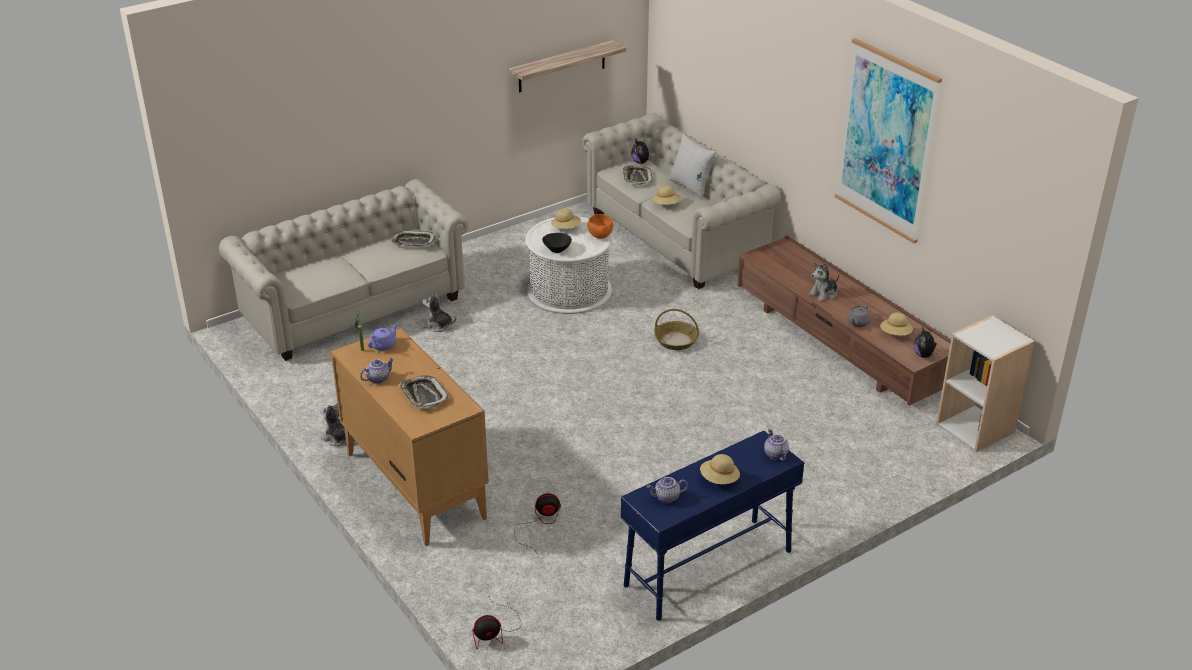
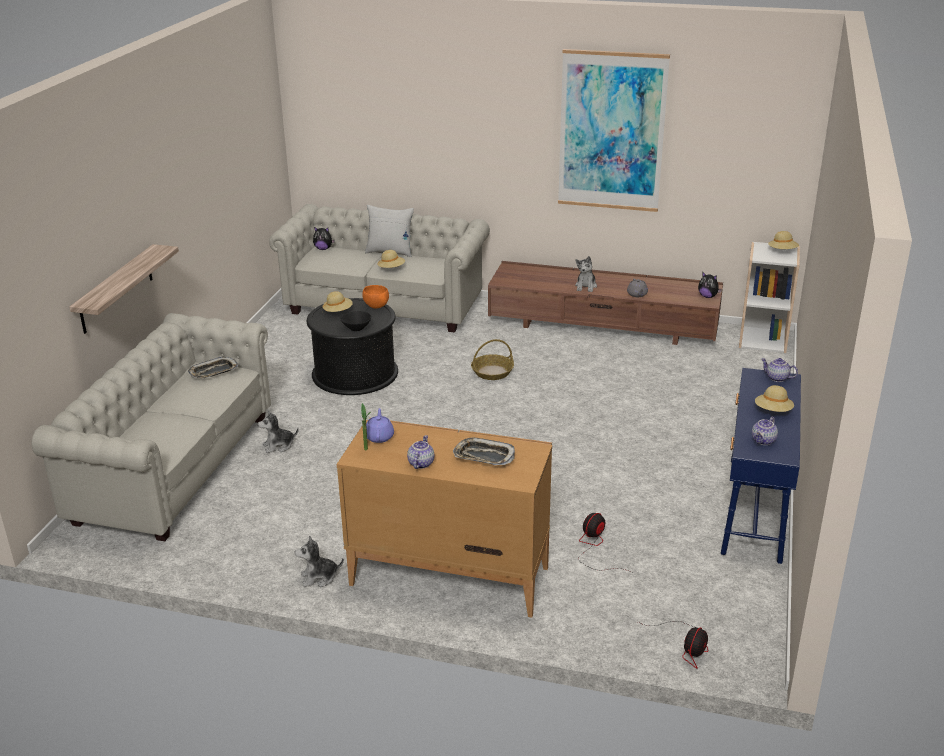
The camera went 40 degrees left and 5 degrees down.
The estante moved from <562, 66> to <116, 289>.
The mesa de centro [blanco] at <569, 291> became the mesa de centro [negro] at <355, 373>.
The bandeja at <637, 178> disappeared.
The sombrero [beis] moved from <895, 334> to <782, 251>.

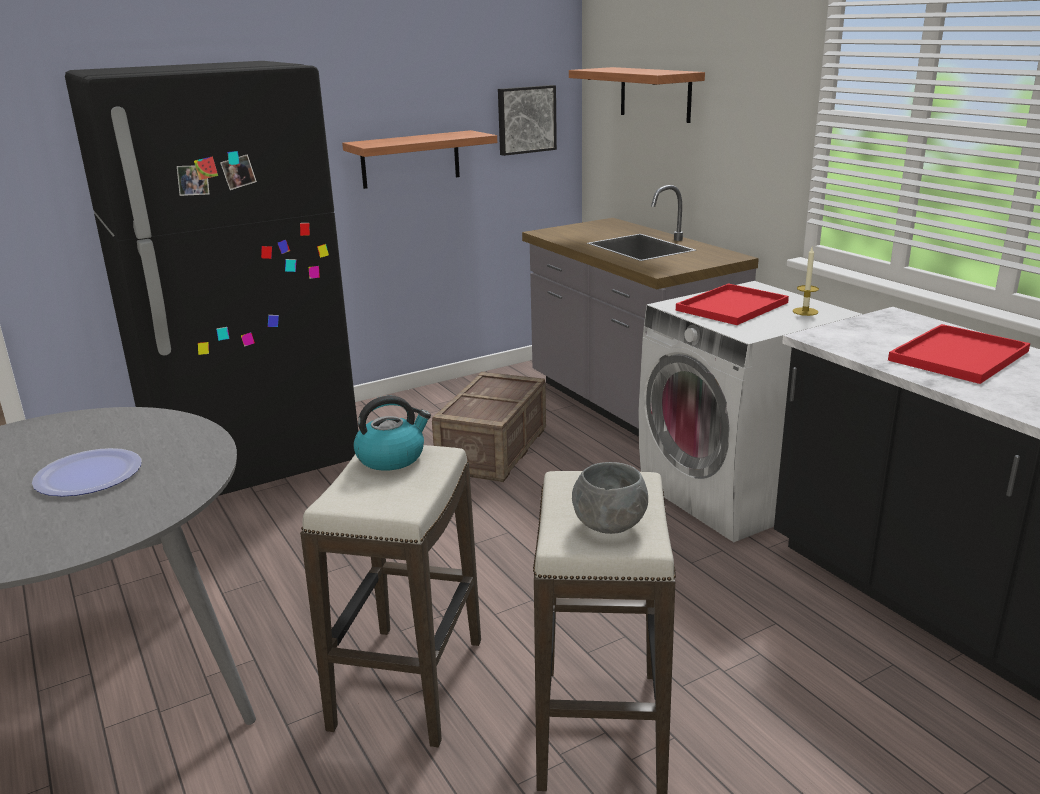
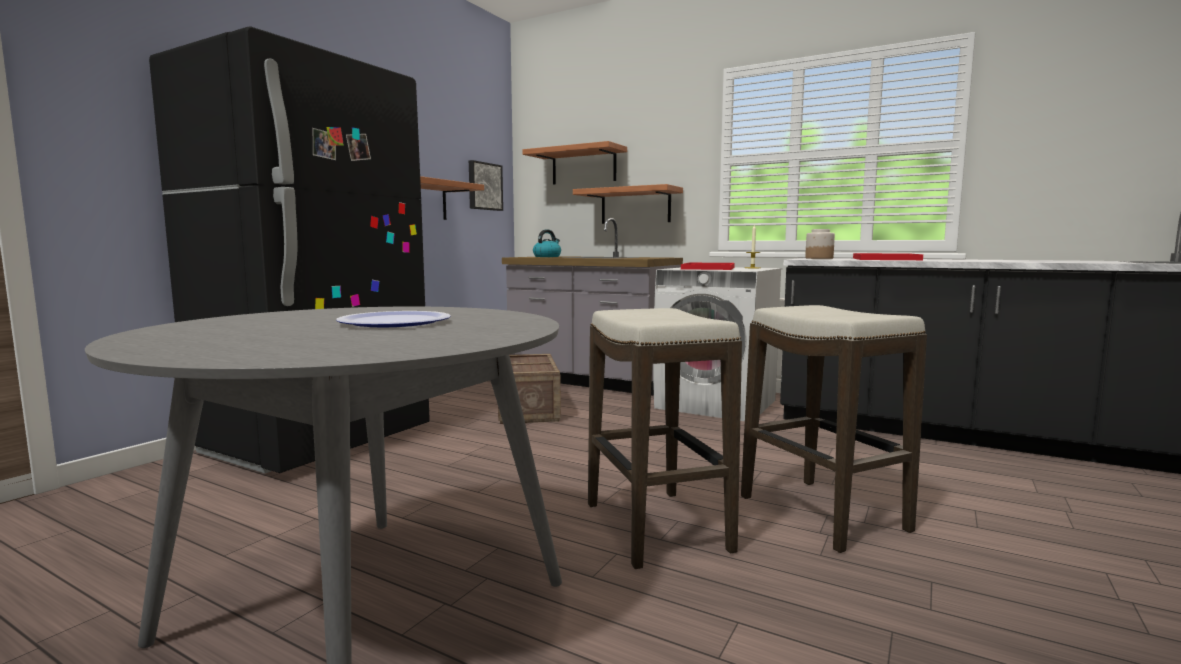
The camera went 30 degrees left and 15 degrees down.
The hervidor moved from <391, 457> to <547, 256>.
The cuenco [gris] at <609, 525> disappeared.
The estante at <635, 206> appeared.
The tarro at <818, 258> appeared.

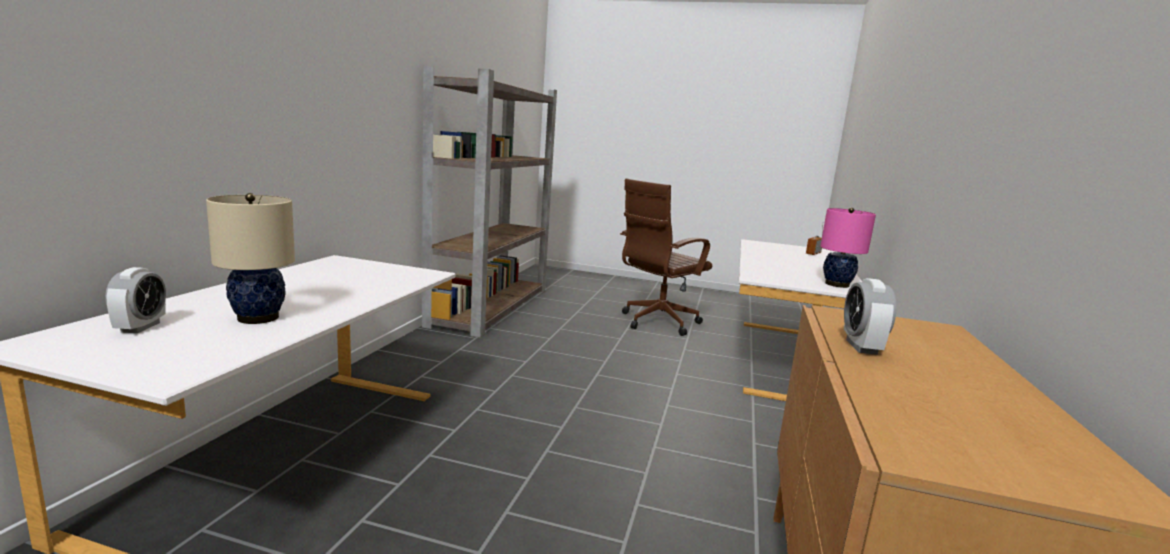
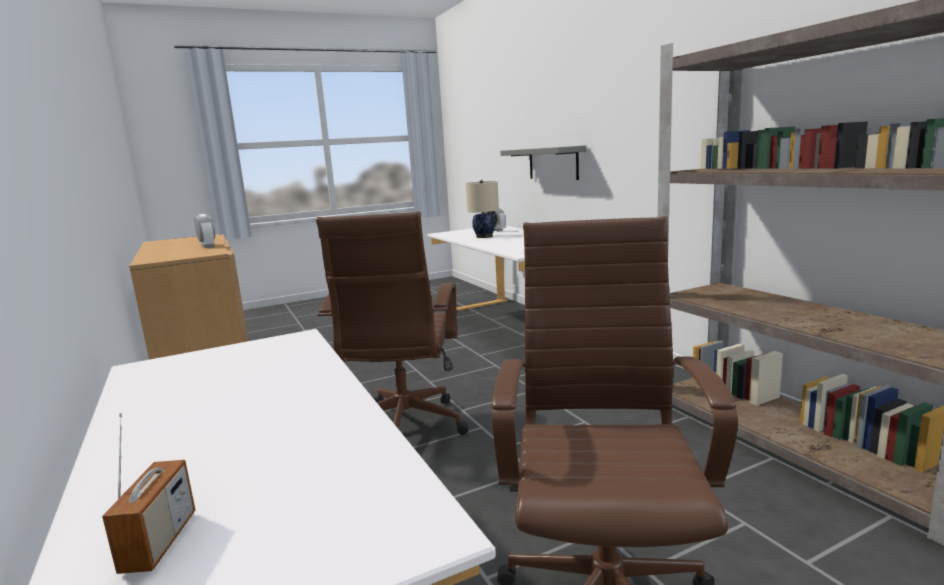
The camera went 140 degrees right and 0 degrees up.
The lámpara de mesa [rosa] at <837, 284> disappeared.
The silla de oficina [marrón] at <404, 430> appeared.
The estante [gris] at <553, 163> appeared.

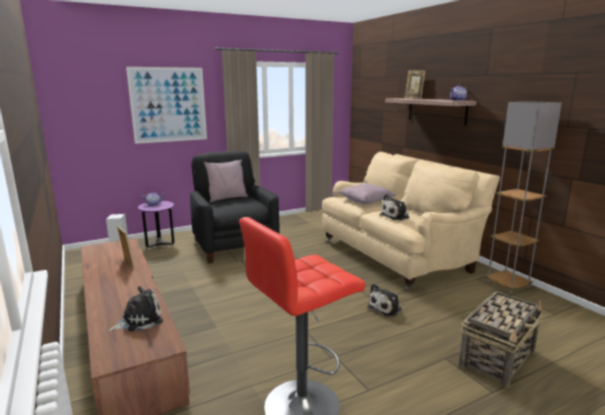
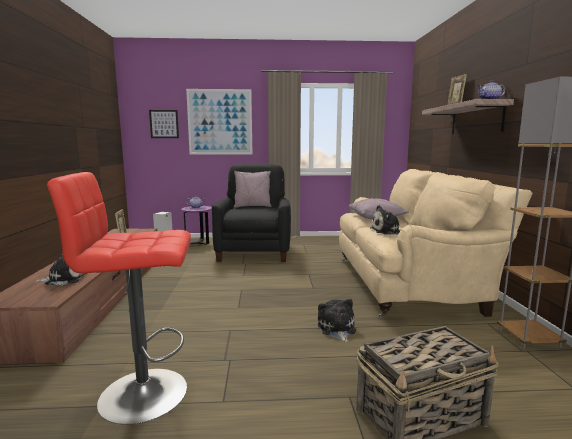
The camera went 25 degrees right and 5 degrees down.
The peluche at <386, 308> turned 105 degrees clockwise.
The cuadro at <164, 124> appeared.

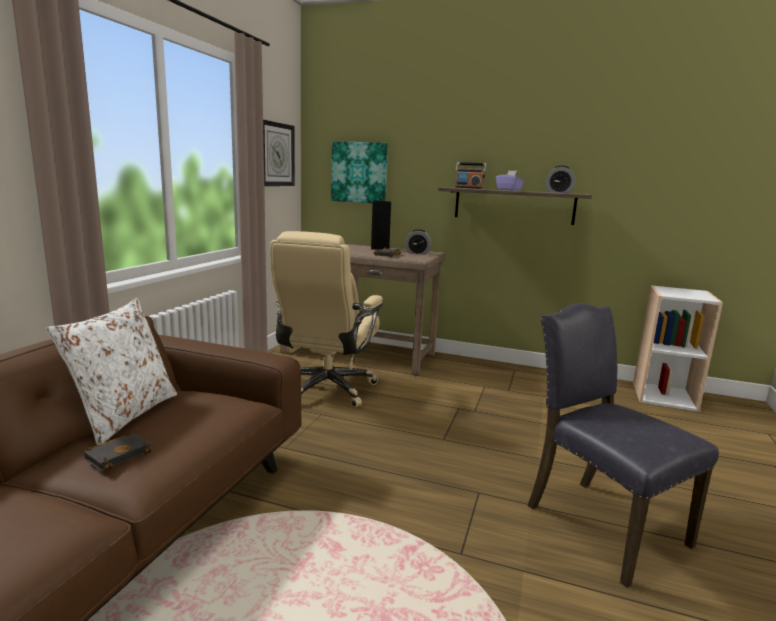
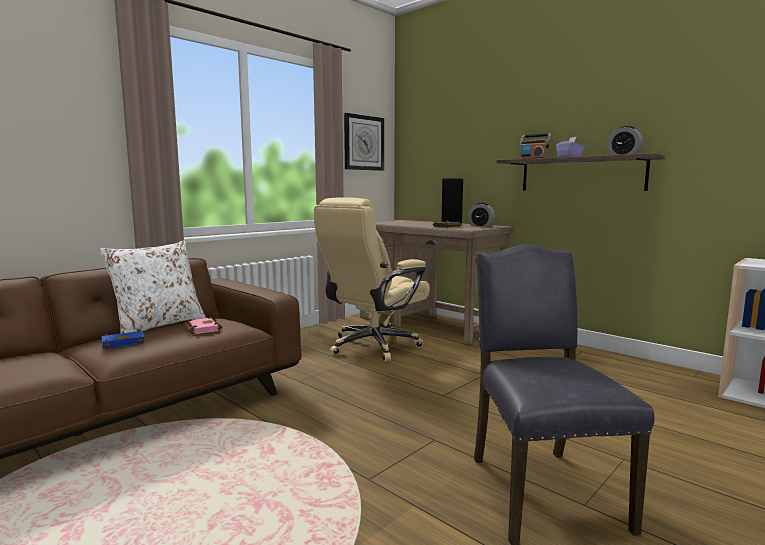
The camera went 25 degrees right and 5 degrees down.
The libro [negro] at <119, 454> became the libro [azul] at <124, 342>.
The cuadro at <359, 172> disappeared.
The libro [rosa] at <201, 329> appeared.

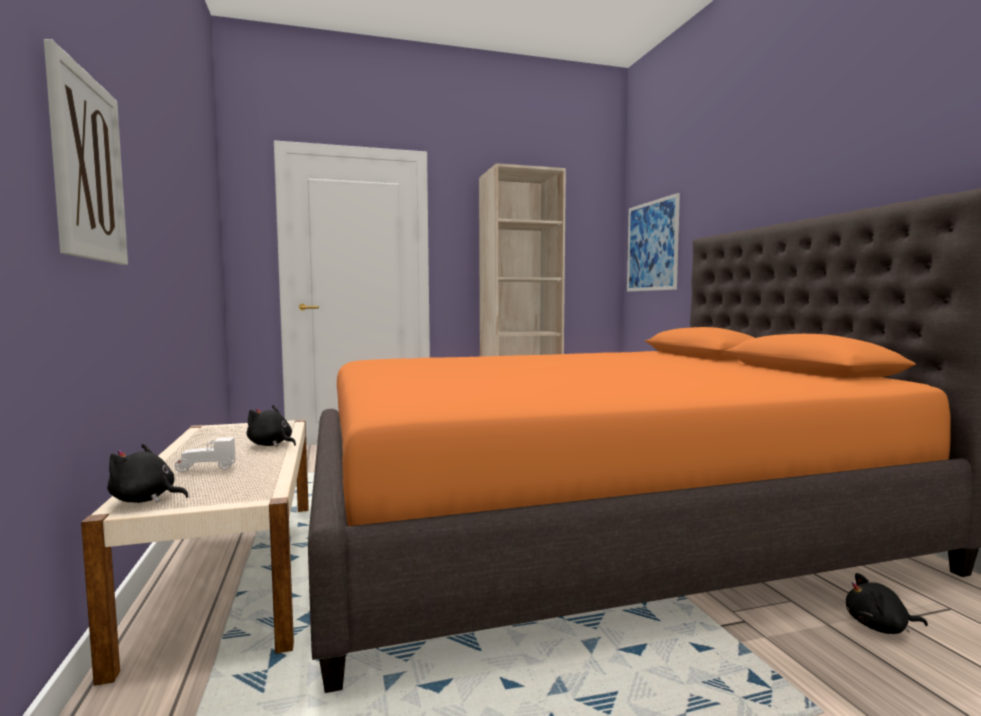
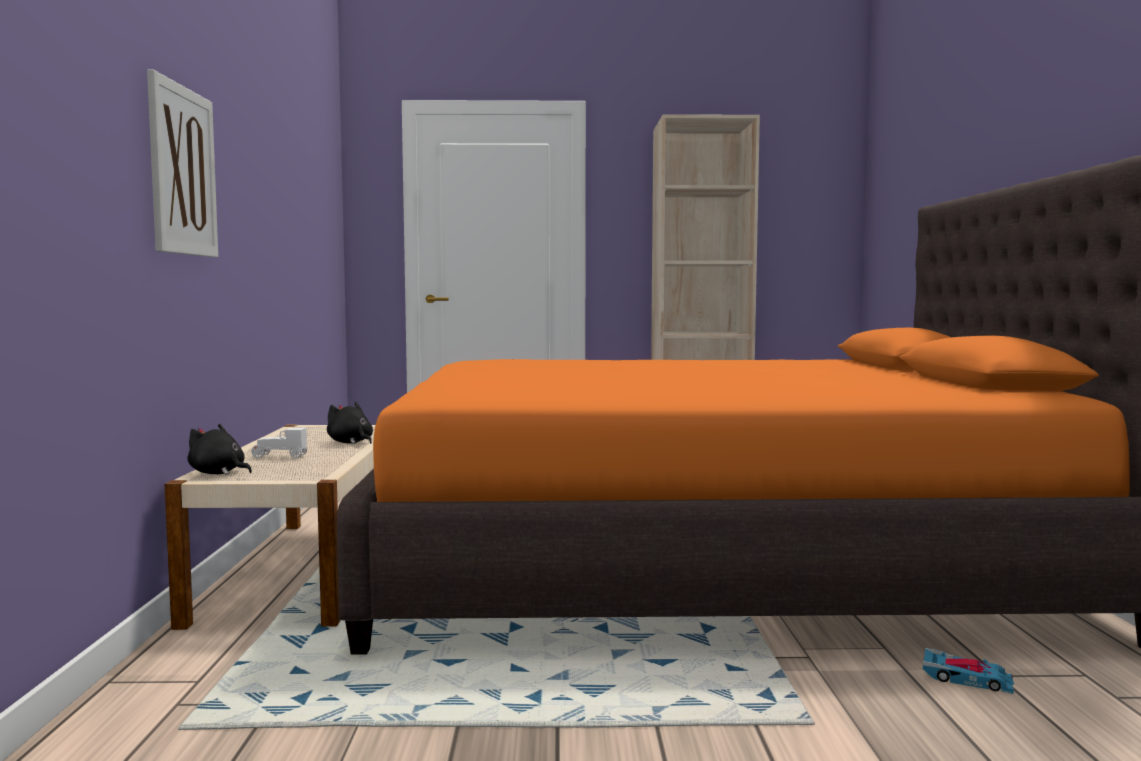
The camera went 15 degrees right and 0 degrees up.
The cuadro at <652, 246> disappeared.
The peluche [negro] at <880, 627> was replaced by the coche de juguete at <967, 678>.

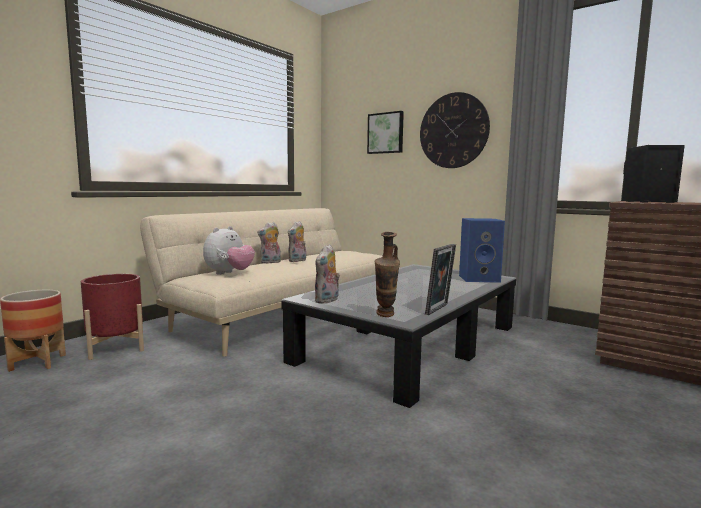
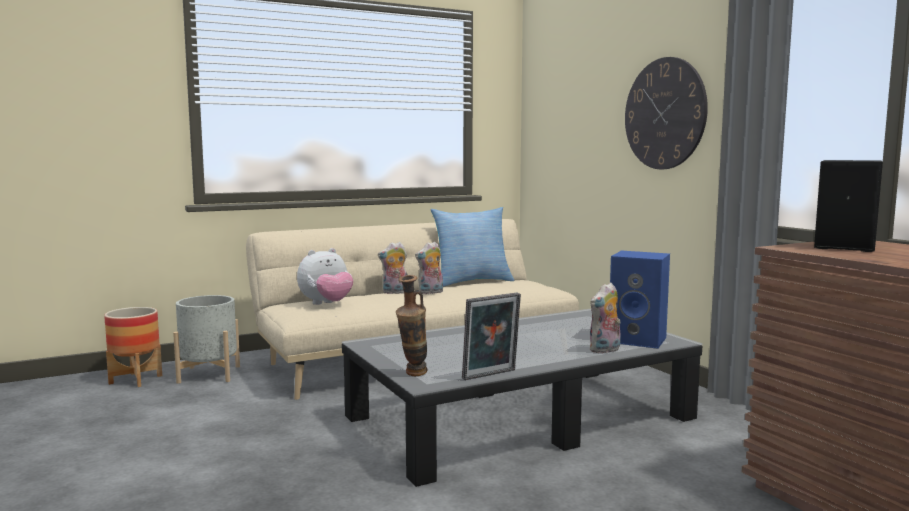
The camera went 25 degrees right and 0 degrees up.
The maceta [rojo] at <116, 347> became the maceta [gris] at <209, 374>.
The peluche moved from <327, 300> to <605, 350>.
The cuadro at <386, 133> disappeared.
The cojín at <471, 281> appeared.

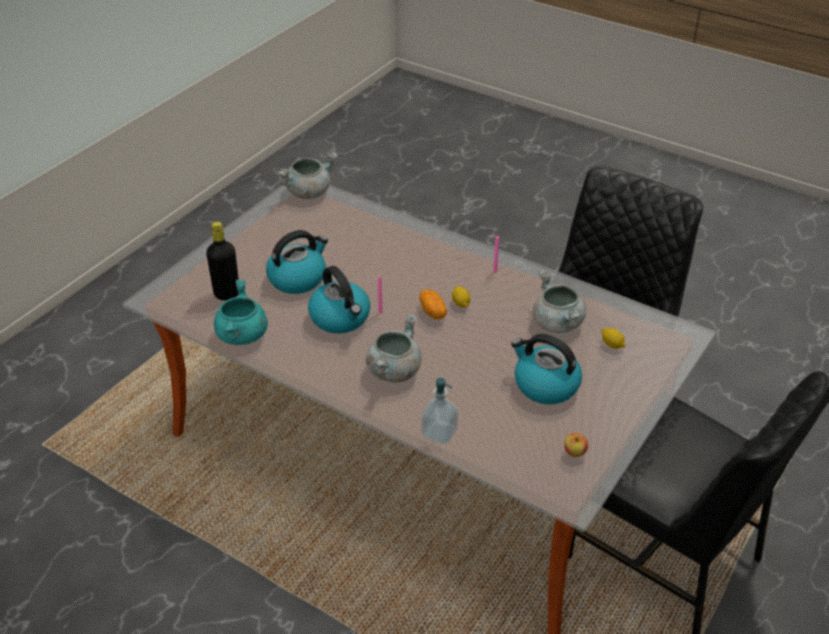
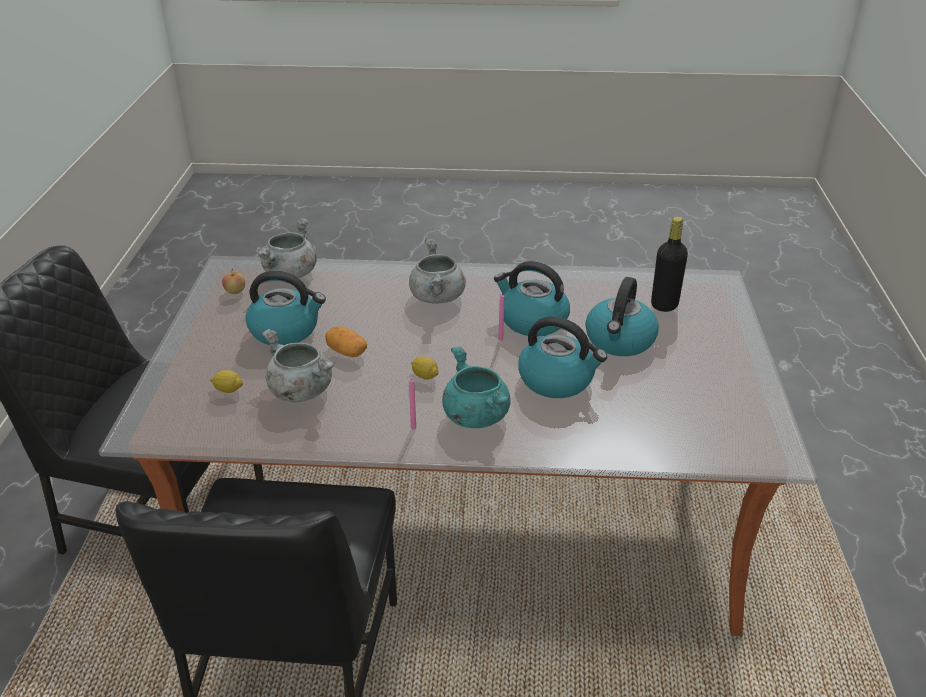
The camera went 150 degrees right and 5 degrees down.
The olla [turquesa] moved from <242, 336> to <475, 416>.
The olla [gris] moved from <308, 192> to <290, 274>.
The patata moved from <433, 312> to <346, 352>.
The dispensador de jabón at <439, 433> disappeared.
The hervidor at <557, 380> appeared.

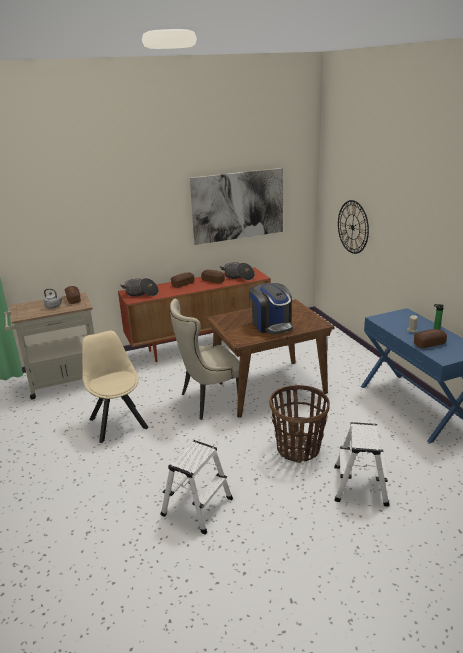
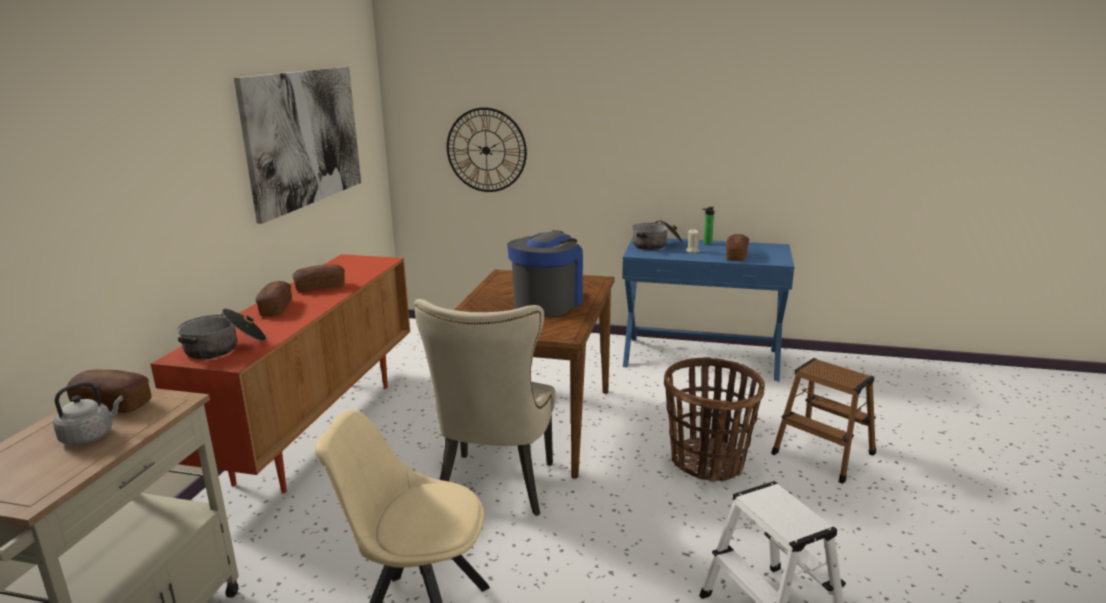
The camera went 55 degrees left and 5 degrees down.
The olla moved from <238, 277> to <657, 245>.
The cafetera at <271, 325> turned 75 degrees counterclockwise.
The escalera de tijera [blanco] at <360, 485> became the escalera de tijera [marrón] at <824, 453>.

